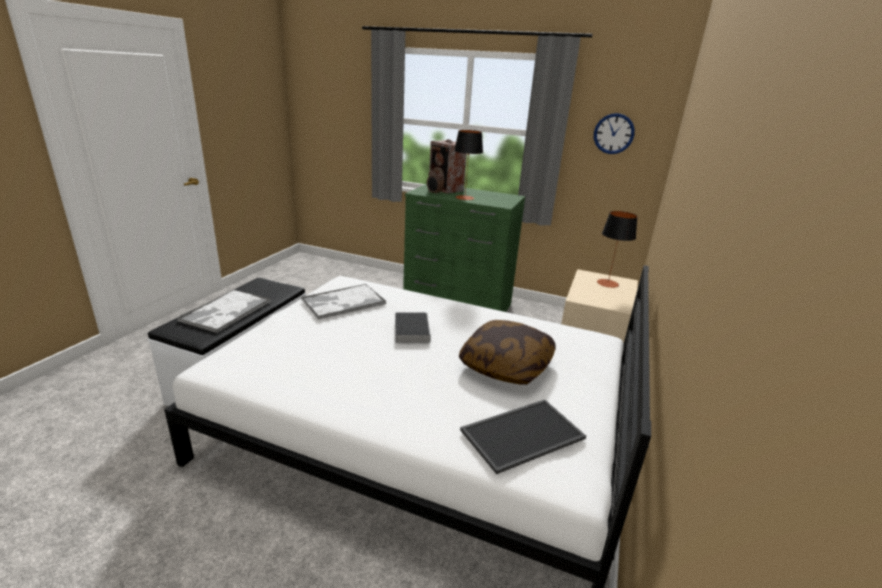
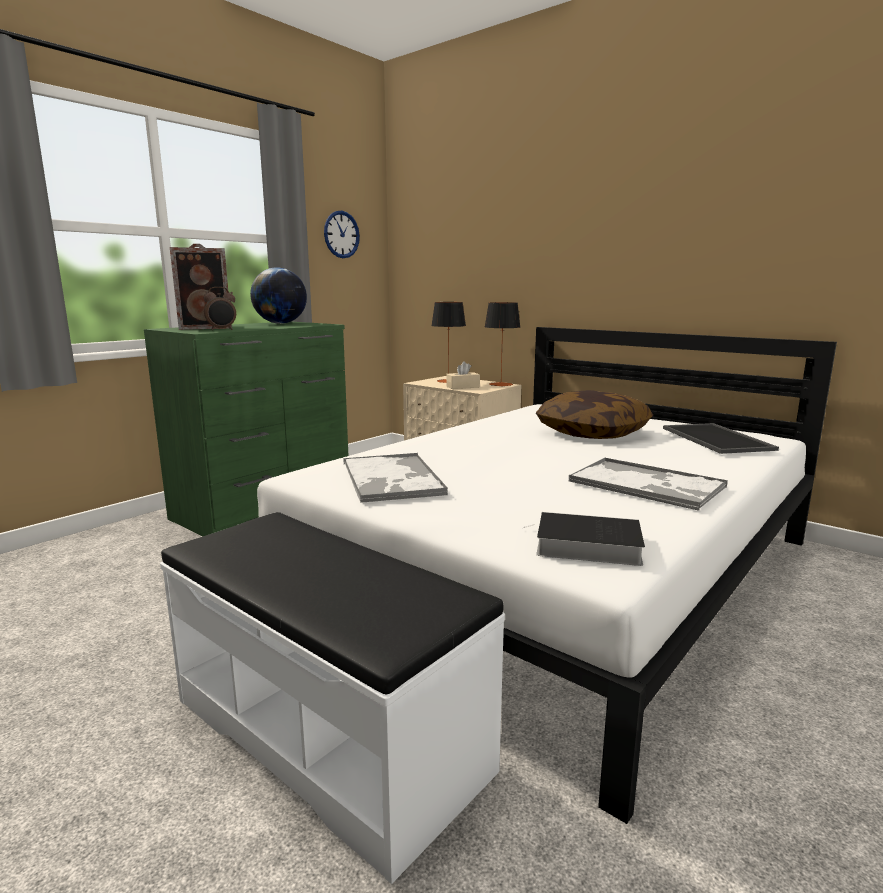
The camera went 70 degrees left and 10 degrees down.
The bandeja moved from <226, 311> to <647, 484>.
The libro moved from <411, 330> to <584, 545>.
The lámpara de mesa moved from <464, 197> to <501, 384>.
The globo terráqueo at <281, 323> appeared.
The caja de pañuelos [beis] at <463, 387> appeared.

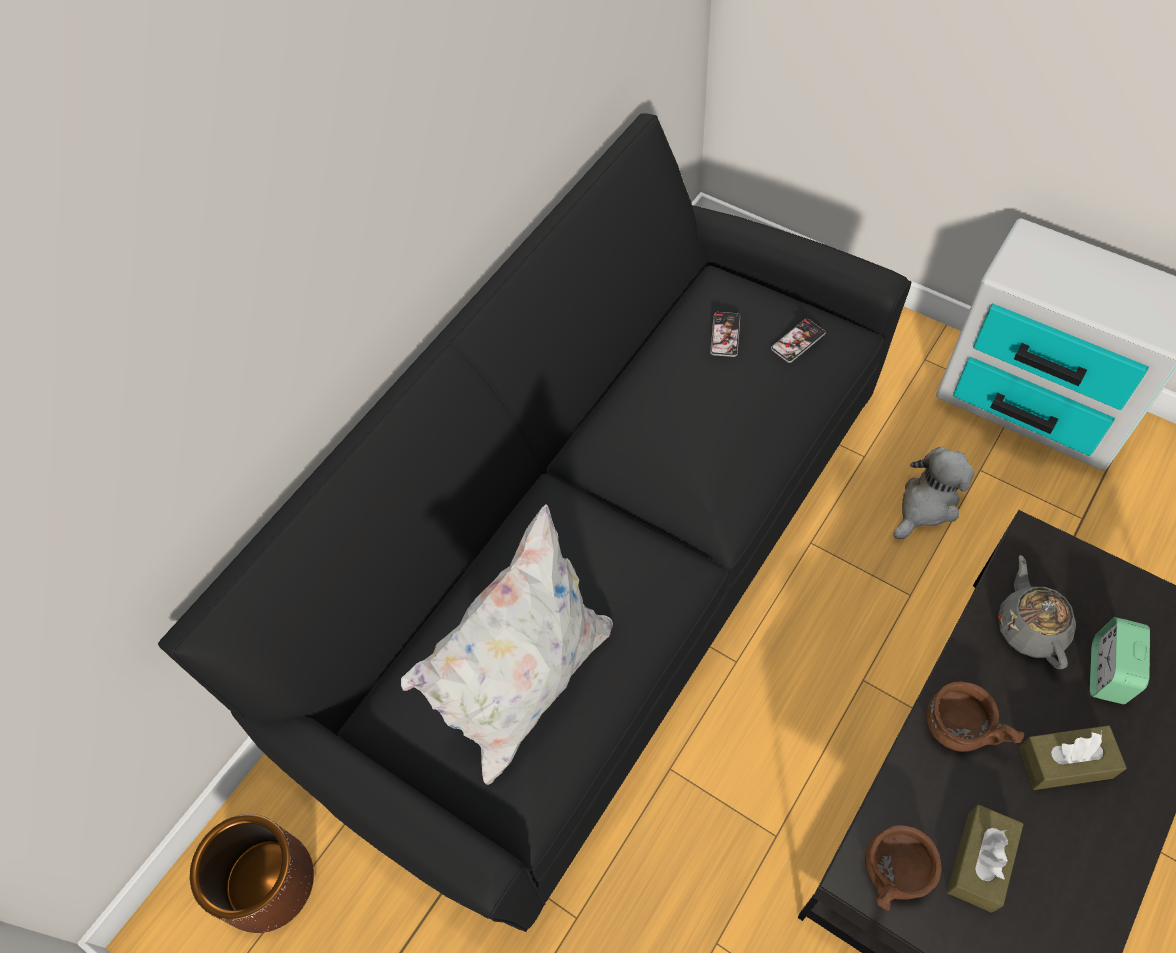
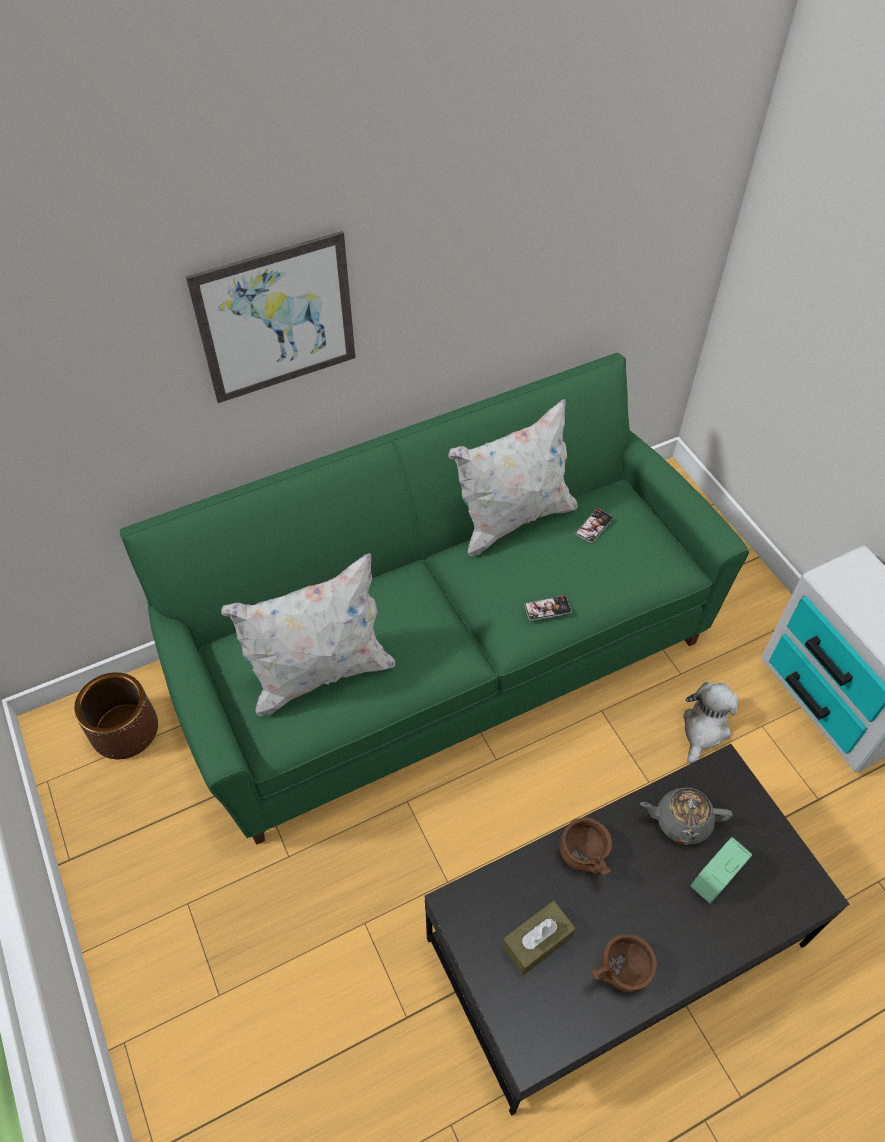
The camera went 25 degrees right and 5 degrees down.
The sofá [negro] at <597, 572> became the sofá [verde] at <442, 654>.
The móvil moved from <798, 341> to <547, 608>.
The cuenco [marrón] moved from <896, 871> to <623, 971>.
The peluche at <926, 505> turned 45 degrees counterclockwise.
The tetera [gris] at <1030, 627> turned 105 degrees counterclockwise.
The caja de pañuelos [marrón] at <1065, 762> disappeared.
The cuadro at <276, 319> appeared.
The cojín [blanco] at <512, 519> appeared.

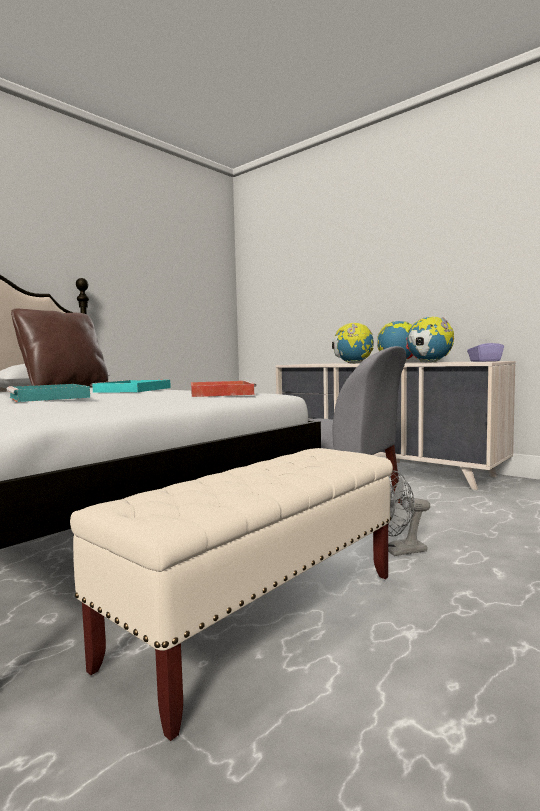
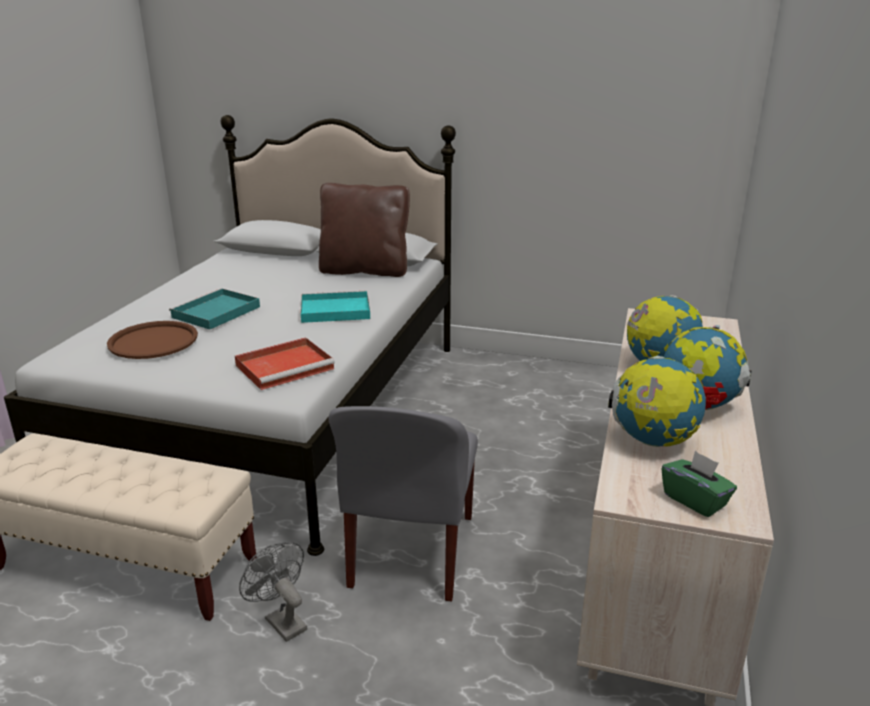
The camera went 65 degrees right and 20 degrees up.
The caja de pañuelos [morado] at <484, 361> became the caja de pañuelos [verde] at <695, 500>.
The bandeja [marrón] at <153, 341> appeared.

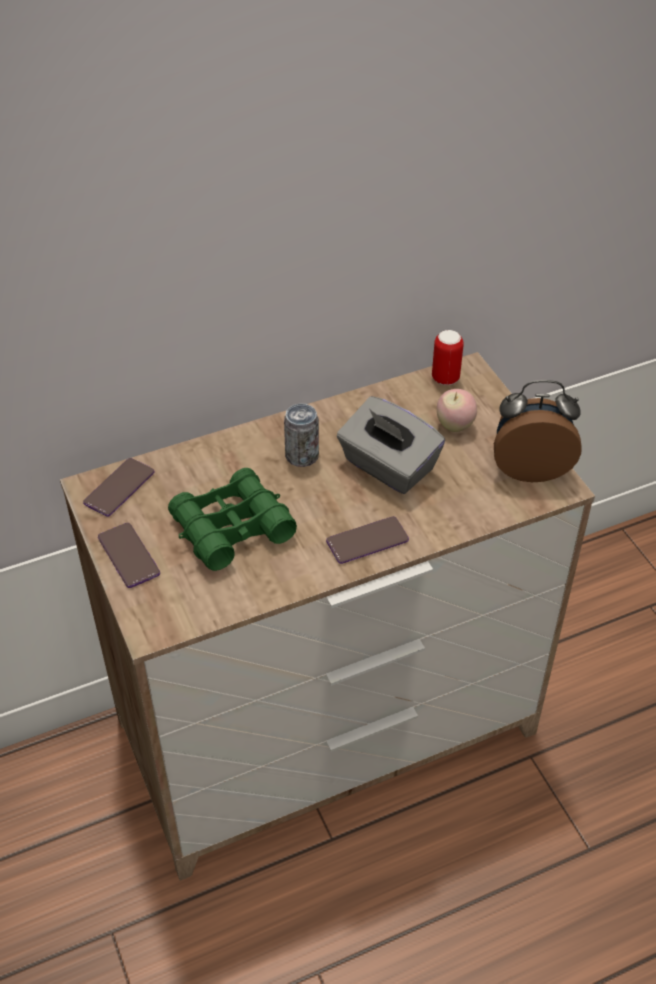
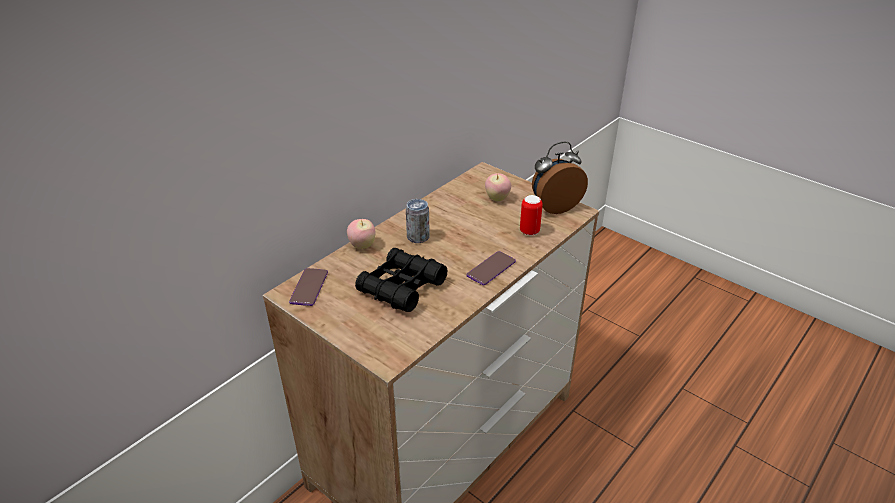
The camera went 25 degrees left and 10 degrees down.
The móvil at <128, 556> disappeared.
The prismáticos [verde] at <232, 528> became the prismáticos [negro] at <401, 287>.
The caja de pañuelos [gris] at <388, 467> disappeared.
The lata moved from <445, 378> to <529, 231>.
The manzana at <362, 246> appeared.

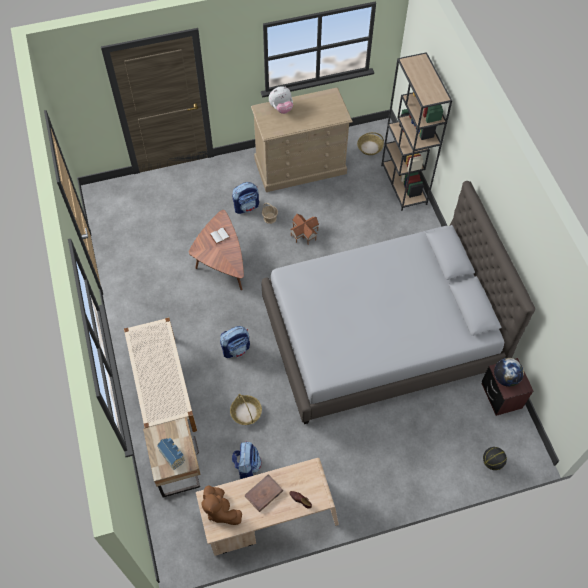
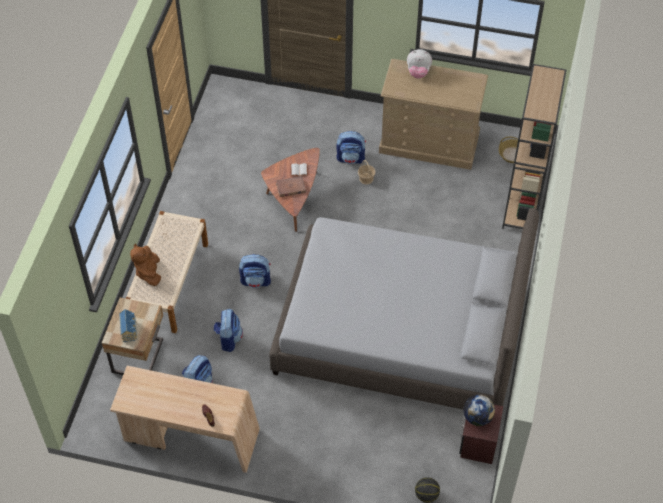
The camera went 30 degrees right and 5 degrees down.
The peluche [marrón] moved from <220, 510> to <149, 273>.
The cesta at <246, 412> was replaced by the mochila at <228, 339>.
The libro [marrón] moved from <263, 494> to <290, 188>.
The casita at <304, 233> disappeared.

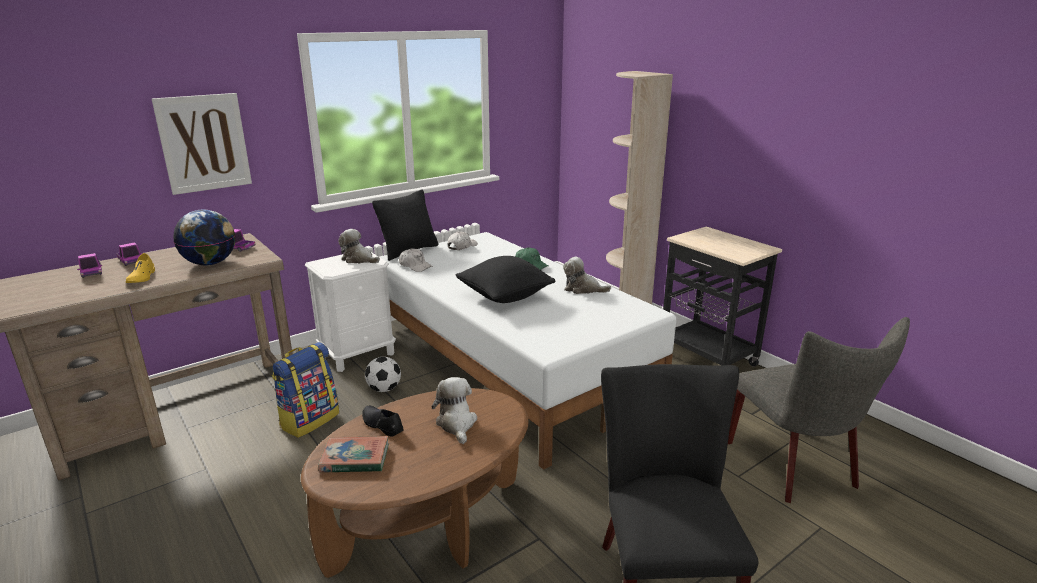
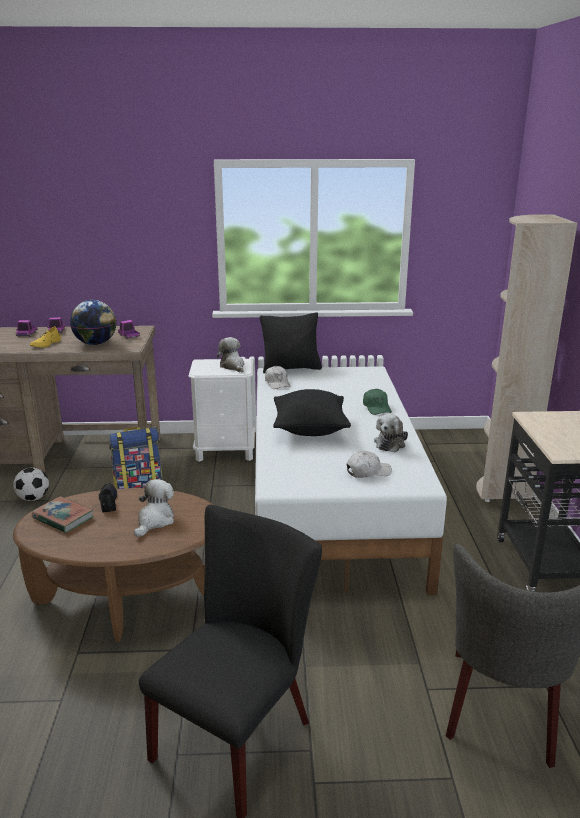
The camera went 35 degrees right and 0 degrees up.
The cuadro at <204, 143> disappeared.
The balón de fútbol moved from <384, 389> to <33, 498>.
The gorra [blanco] moved from <462, 246> to <368, 472>.
The peluche at <583, 289> turned 120 degrees counterclockwise.

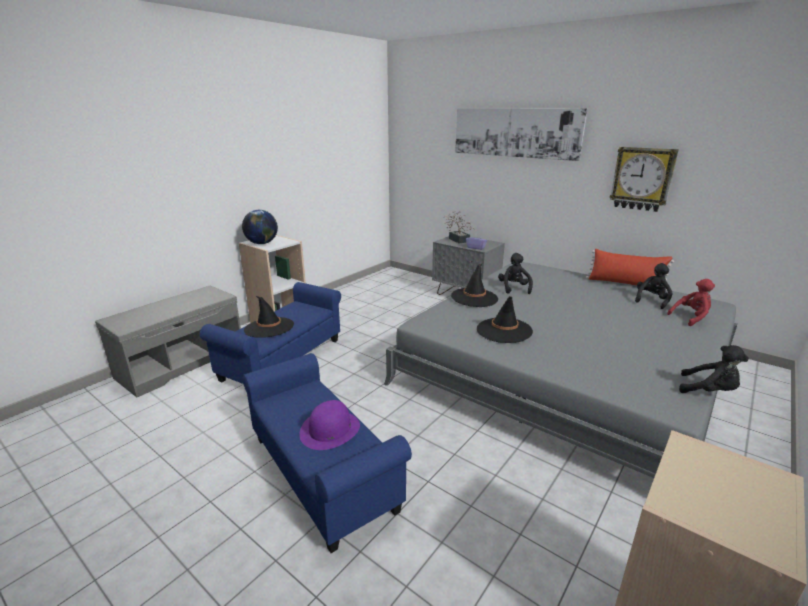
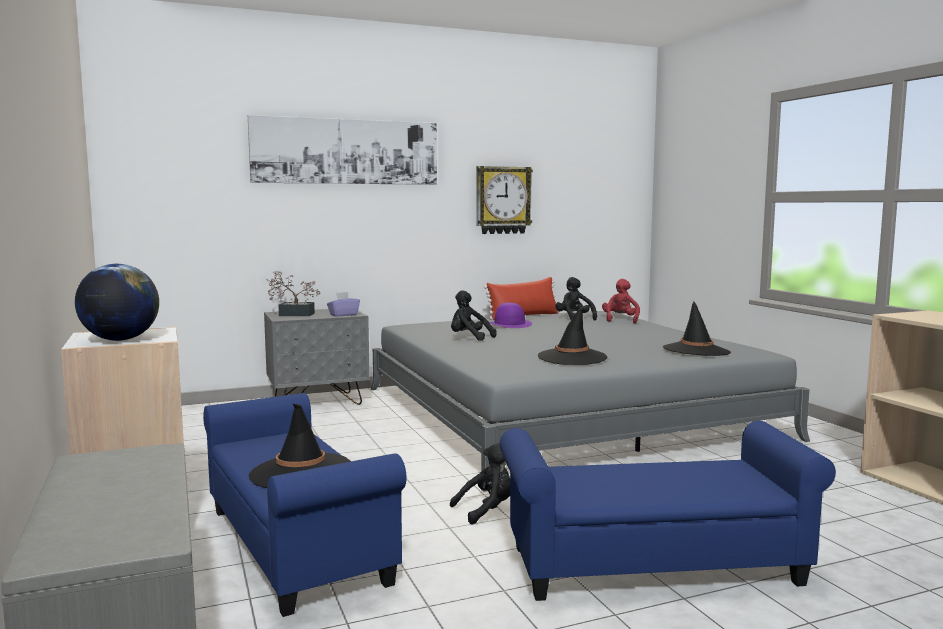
The camera went 60 degrees left and 15 degrees down.
The sombrero [morado] moved from <330, 430> to <510, 324>.
The sombrero [negro] moved from <474, 298> to <696, 351>.
The peluche [negro] moved from <709, 391> to <487, 510>.

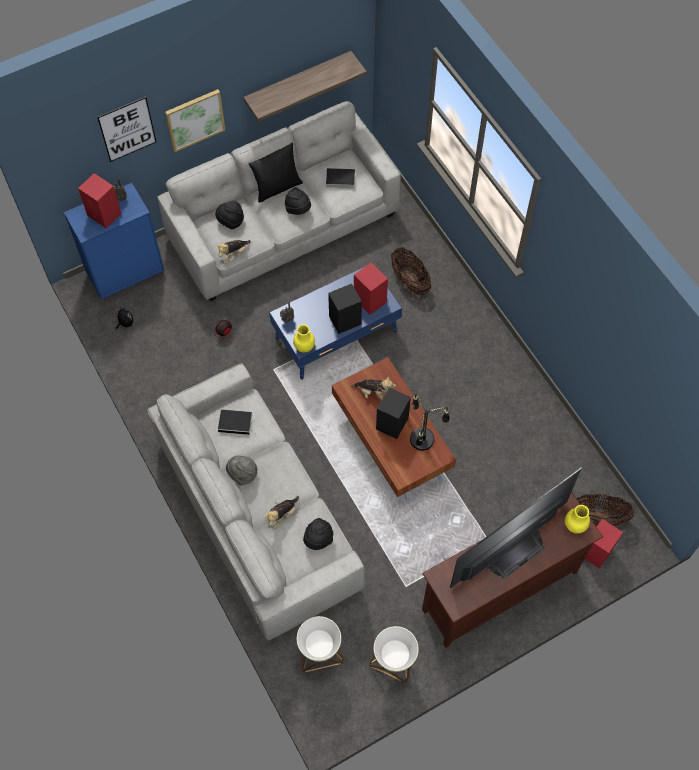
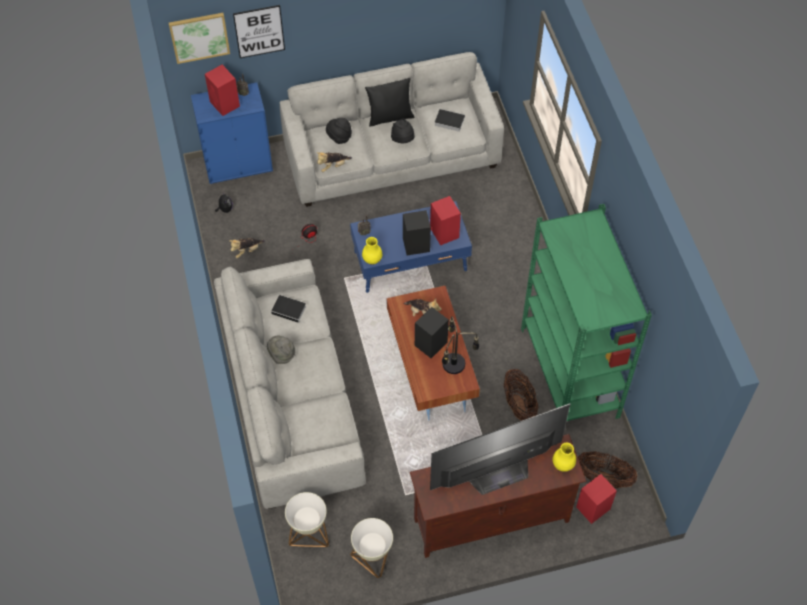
The camera went 15 degrees right and 5 degrees down.
The cuadro moved from <195, 119> to <199, 37>.
The estante at <298, 82> disappeared.
The peluche moved from <282, 515> to <247, 251>.
The sombrero [negro] at <318, 539> disappeared.
The cesta moved from <410, 281> to <519, 405>.
The estantería [verde] at <569, 372> appeared.

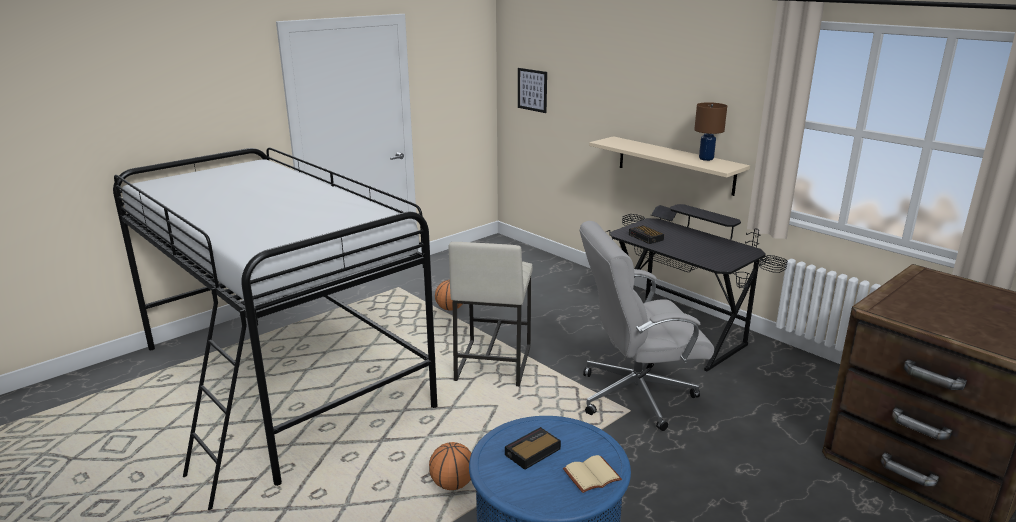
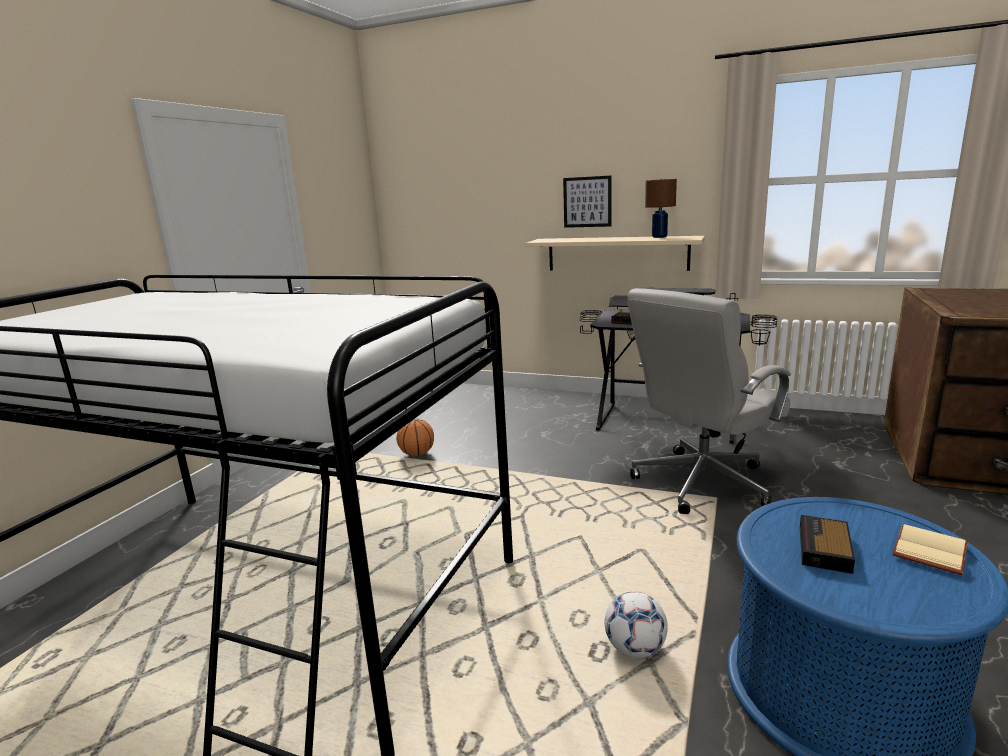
The camera went 25 degrees left and 5 degrees down.
The balón de baloncesto at <452, 484> was replaced by the balón de fútbol at <635, 649>.
The taburete [beis] at <493, 363> disappeared.
The cuadro moved from <532, 90> to <587, 202>.

